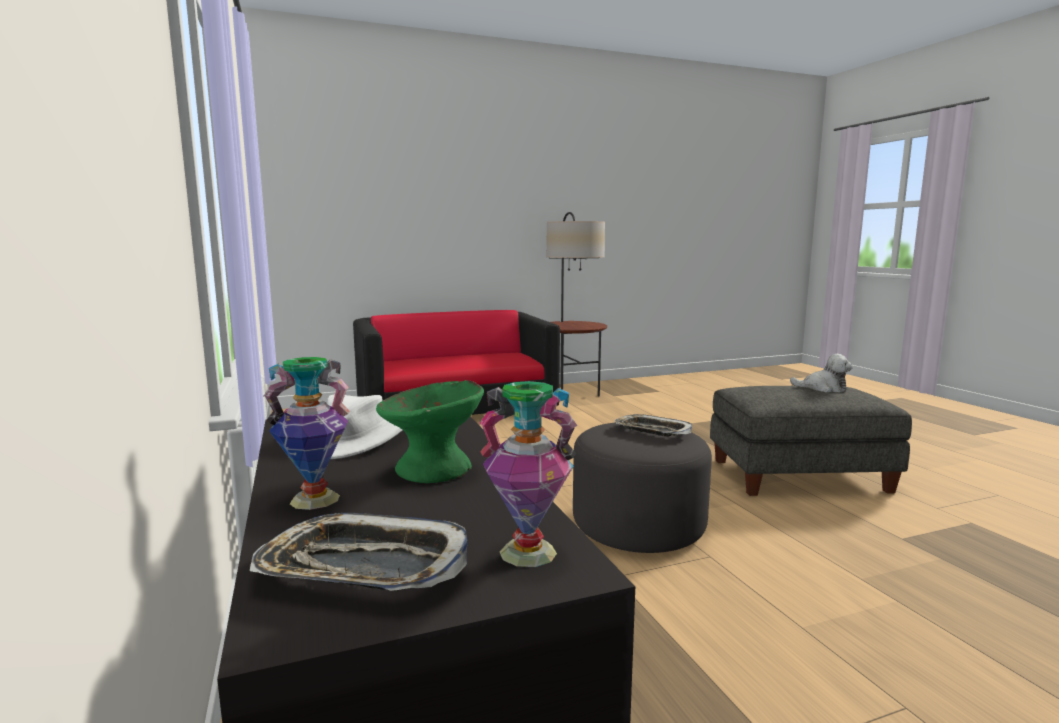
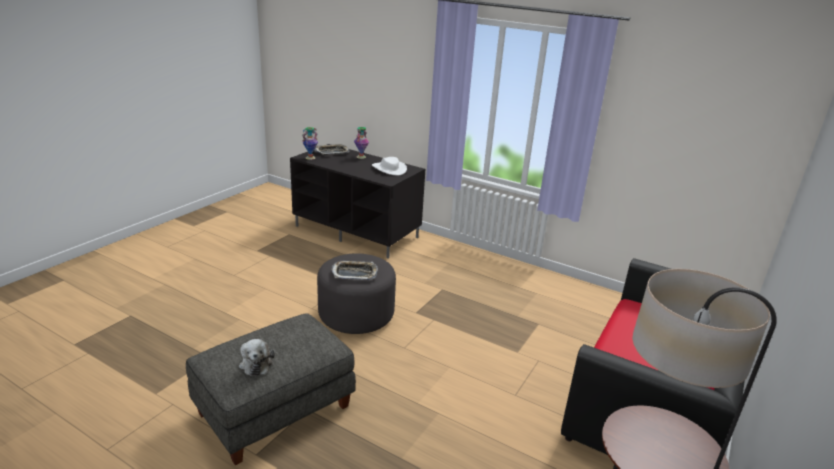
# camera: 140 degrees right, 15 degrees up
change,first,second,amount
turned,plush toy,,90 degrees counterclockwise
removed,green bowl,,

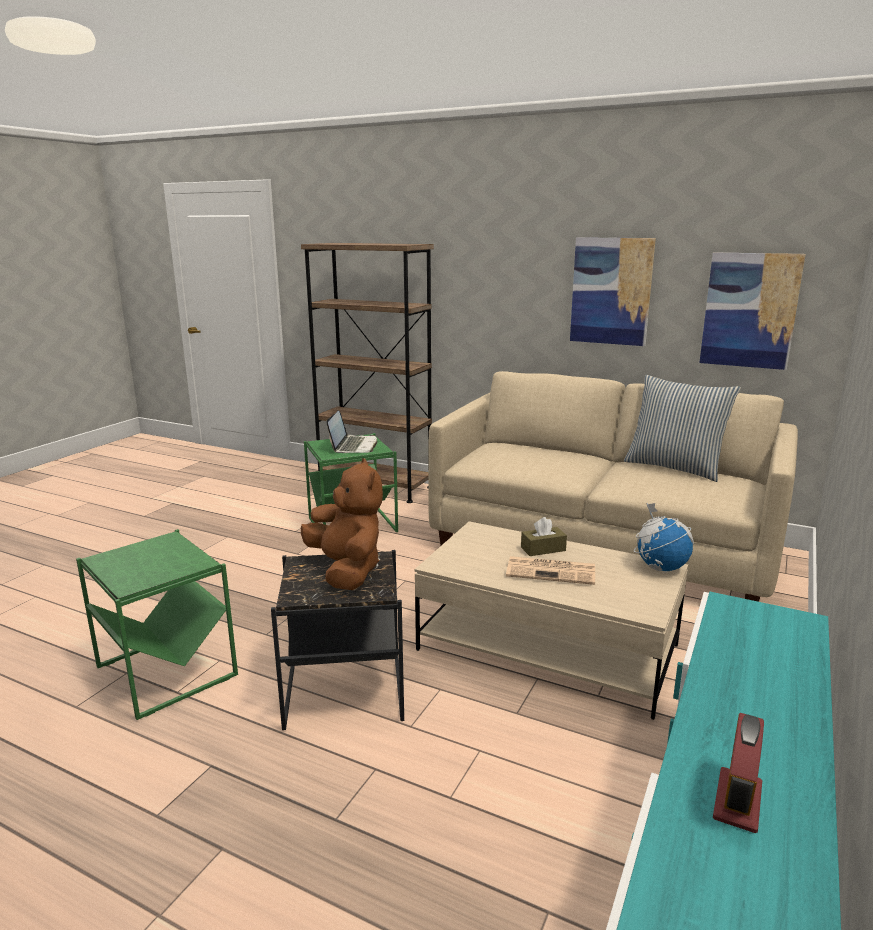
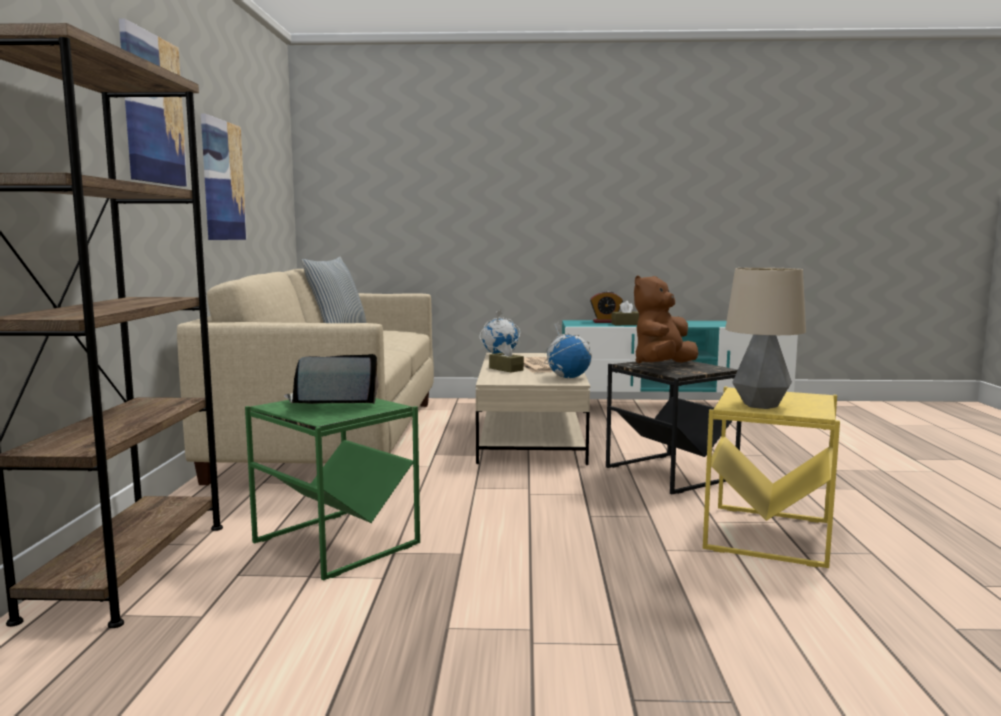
# camera: 115 degrees left, 10 degrees down
change,first,second,amount
moved,picture (2nd from left in the first image),picture (1st from left),
recoloured,green side table (1st from left),yellow side table,
moved,alarm clock,,
added,,table lamp,
added,,brown tissue box (2nd from left),
added,,globe (2nd from left),

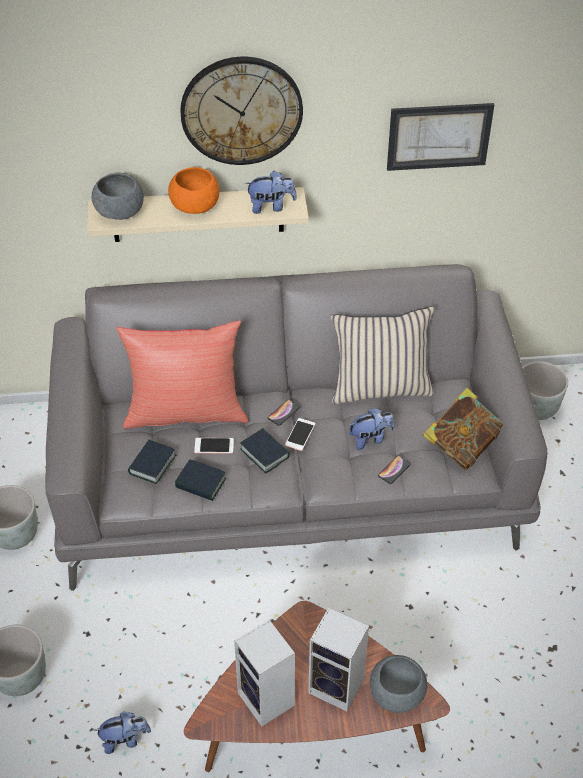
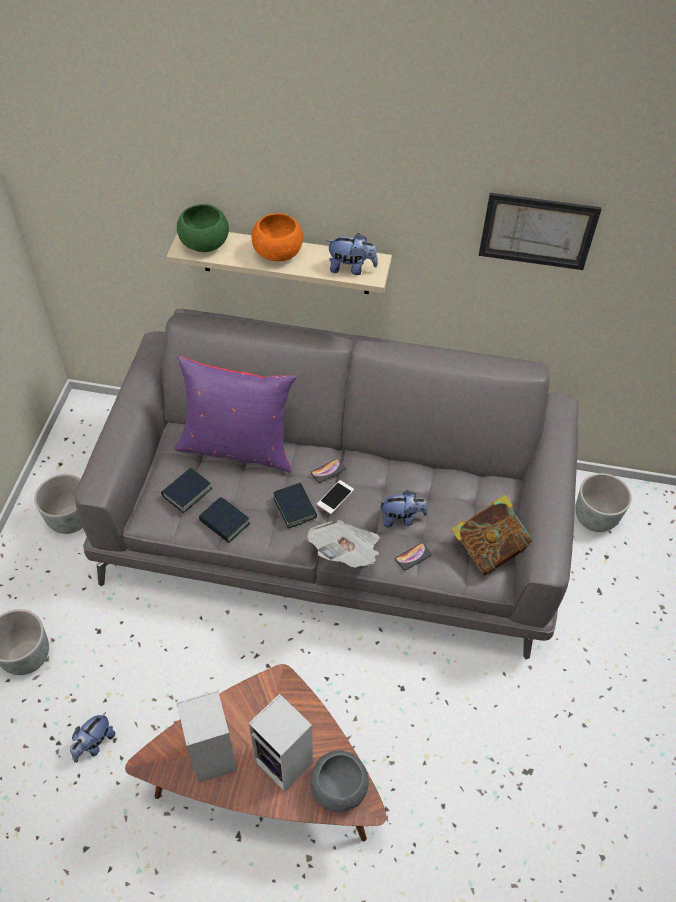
# camera: 15 degrees right, 5 degrees up
change,first,second,amount
removed,wall clock,,
recoloured,grey bowl (1st from left),green bowl,
removed,beige pillow,,
recoloured,red pillow,purple pillow,
removed,phone (1st from left),,
turned,plush toy (1st from left),,120 degrees clockwise
added,,newspaper,

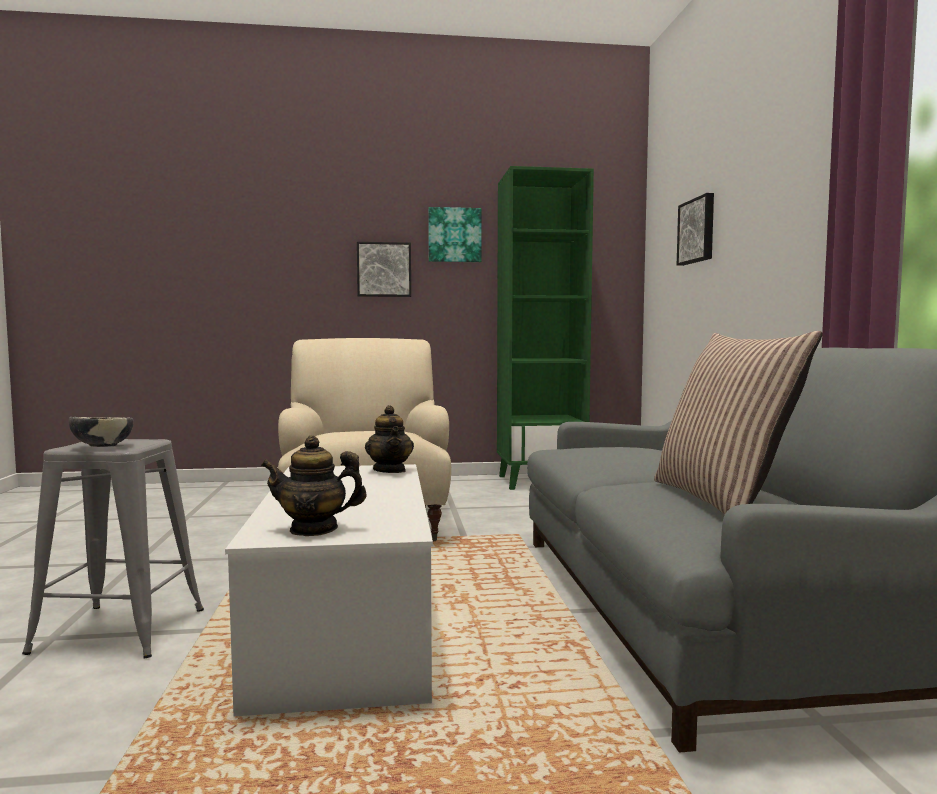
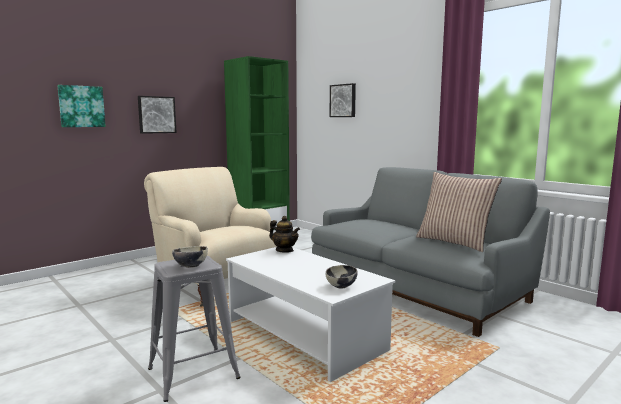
# camera: 35 degrees left, 5 degrees up
change,first,second,amount
moved,picture (2nd from left in the first image),picture (1st from left),
replaced,teapot (1st from left),bowl (2nd from left),

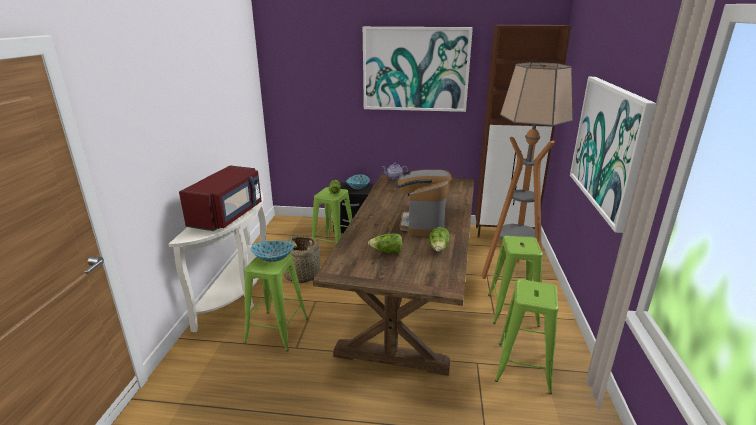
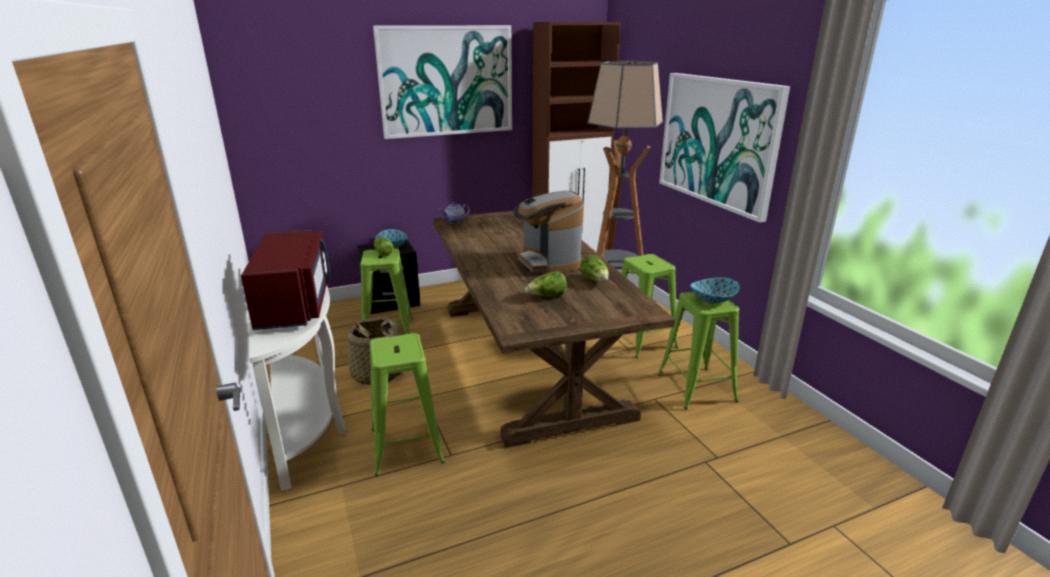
# camera: 30 degrees left, 0 degrees up
change,first,second,amount
moved,bowl (1st from left in the first image),bowl (2nd from left),

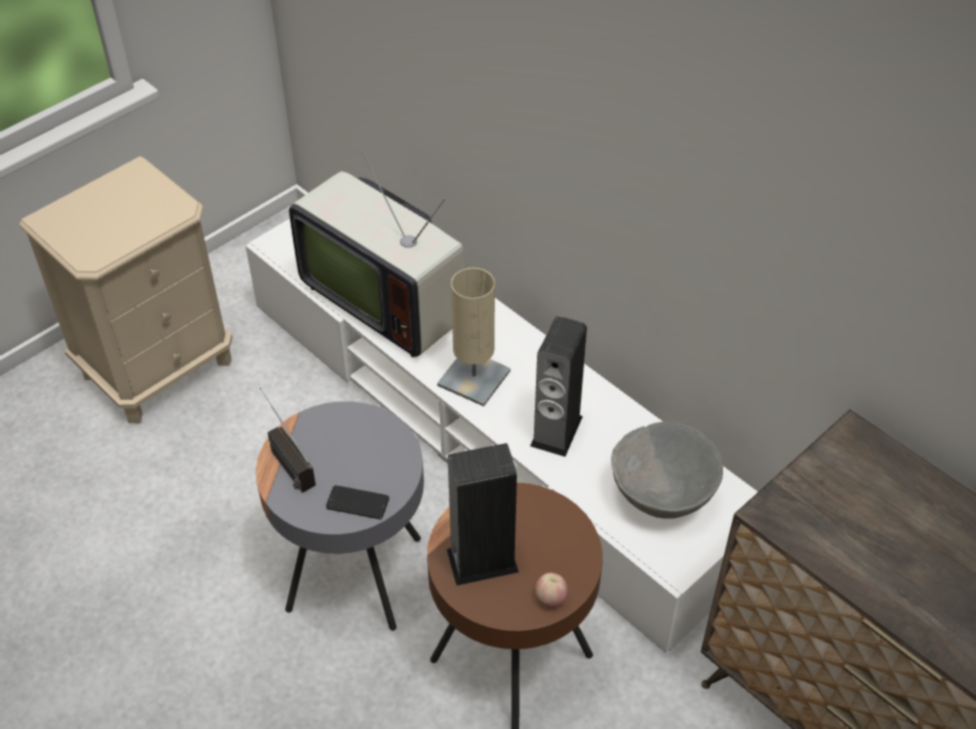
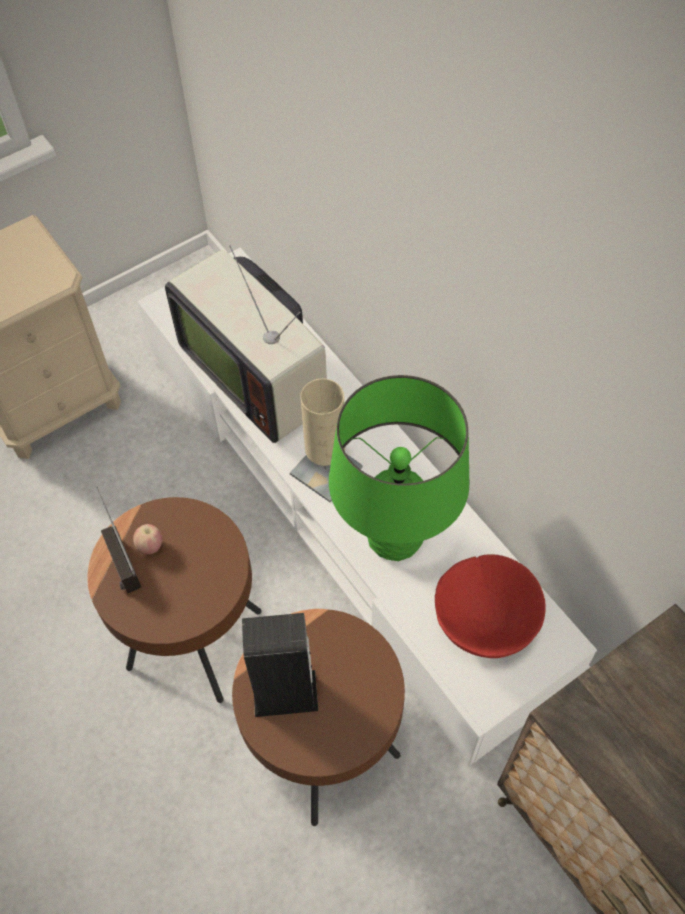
# camera: 10 degrees right, 10 degrees up
change,first,second,amount
replaced,speaker (2nd from left),green table lamp,
recoloured,grey side table,brown side table (1st from left),
recoloured,grey bowl,red bowl,
removed,phone,,
moved,apple,,

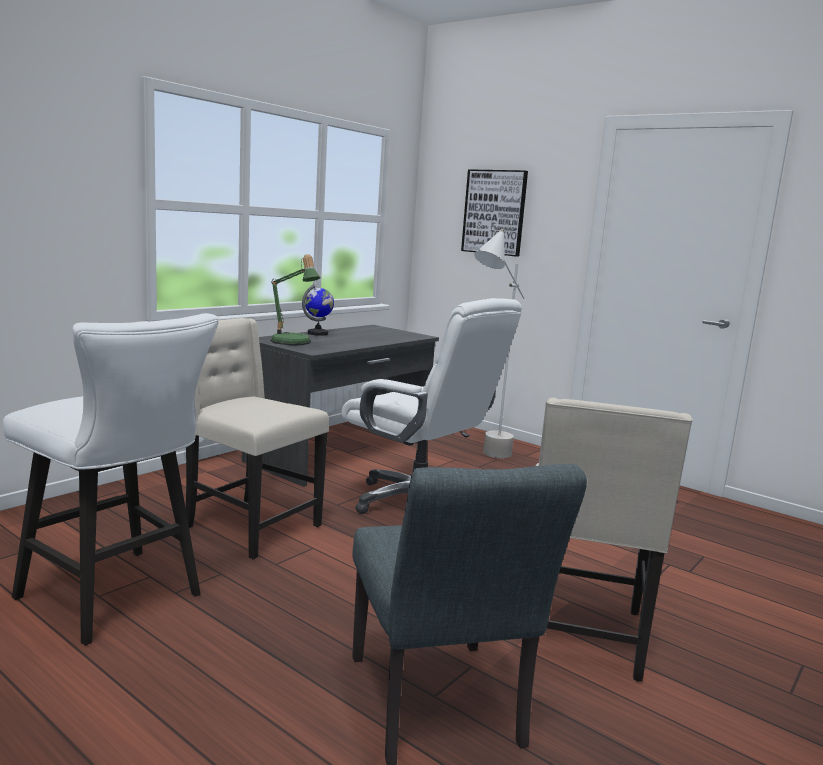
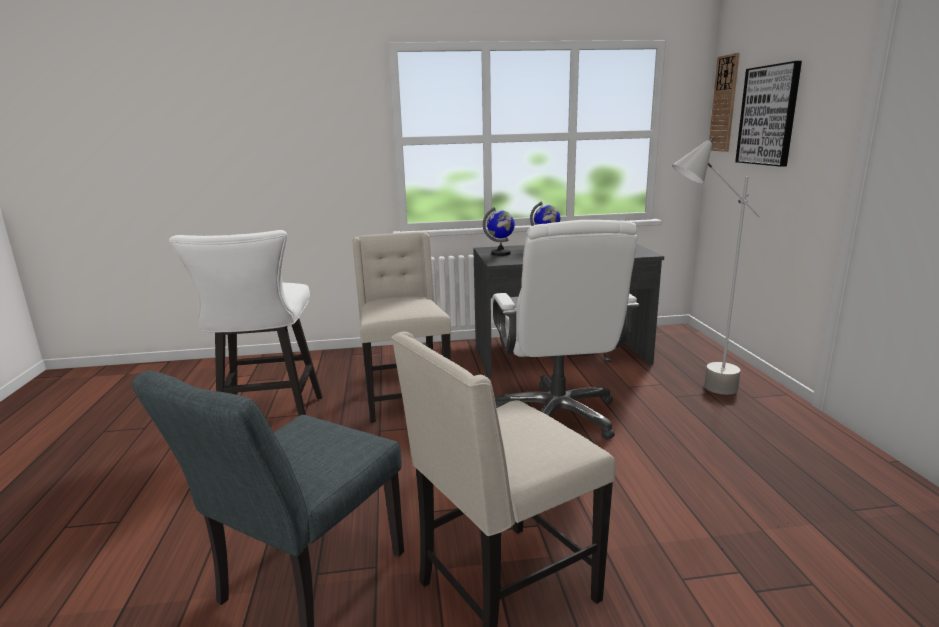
# camera: 45 degrees right, 5 degrees up
change,first,second,amount
replaced,table lamp,globe (1st from left),
added,,wall clock,

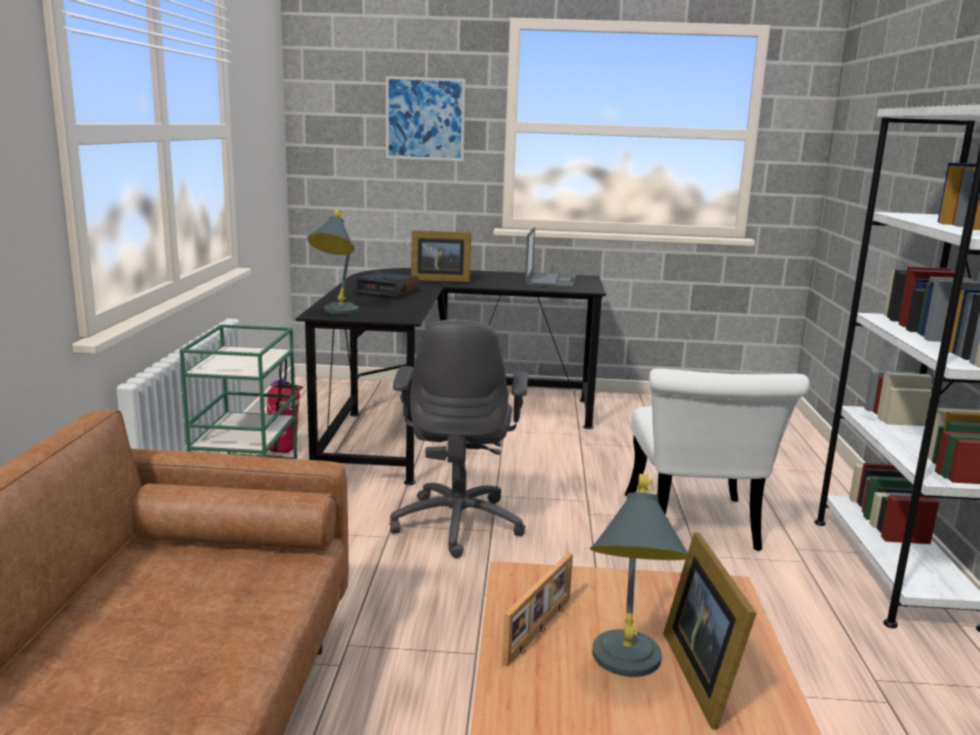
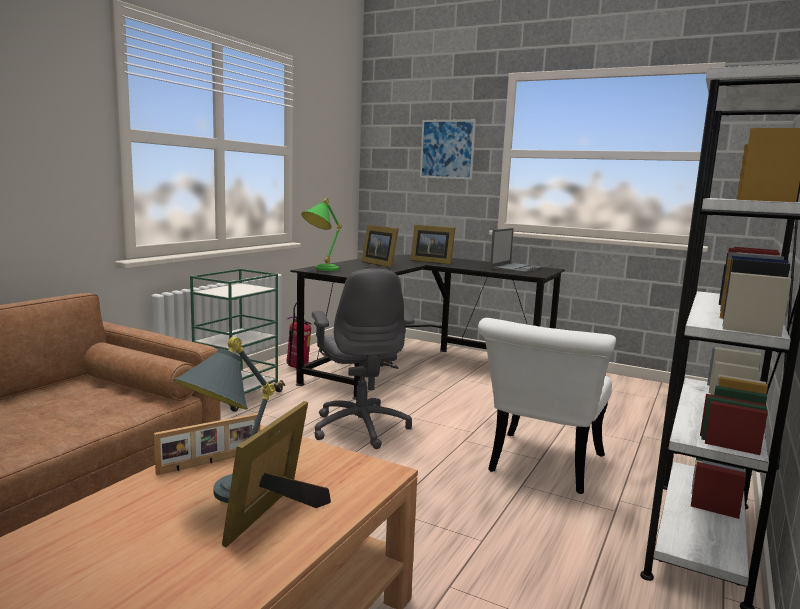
# camera: 25 degrees right, 5 degrees down
change,first,second,amount
recoloured,grey table lamp (1st from left),green table lamp,
replaced,alarm clock,picture frame (3rd from left),
turned,grey office chair,,45 degrees counterclockwise

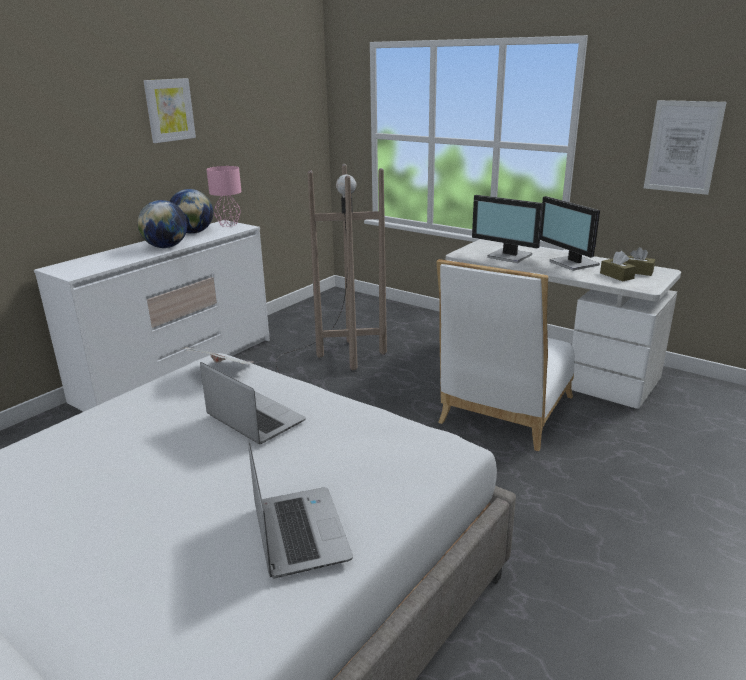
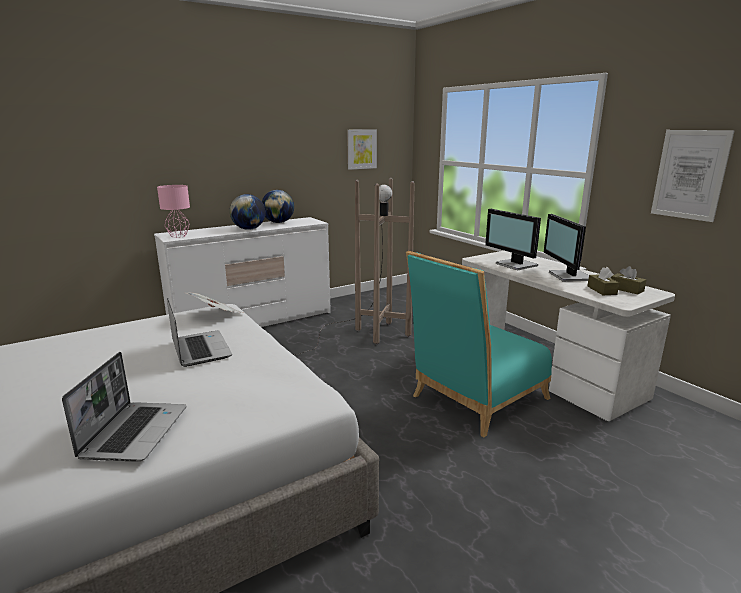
# camera: 20 degrees right, 5 degrees down
change,first,second,amount
moved,picture (1st from left),,
moved,pink table lamp,,
recoloured,white chair,turquoise chair,

